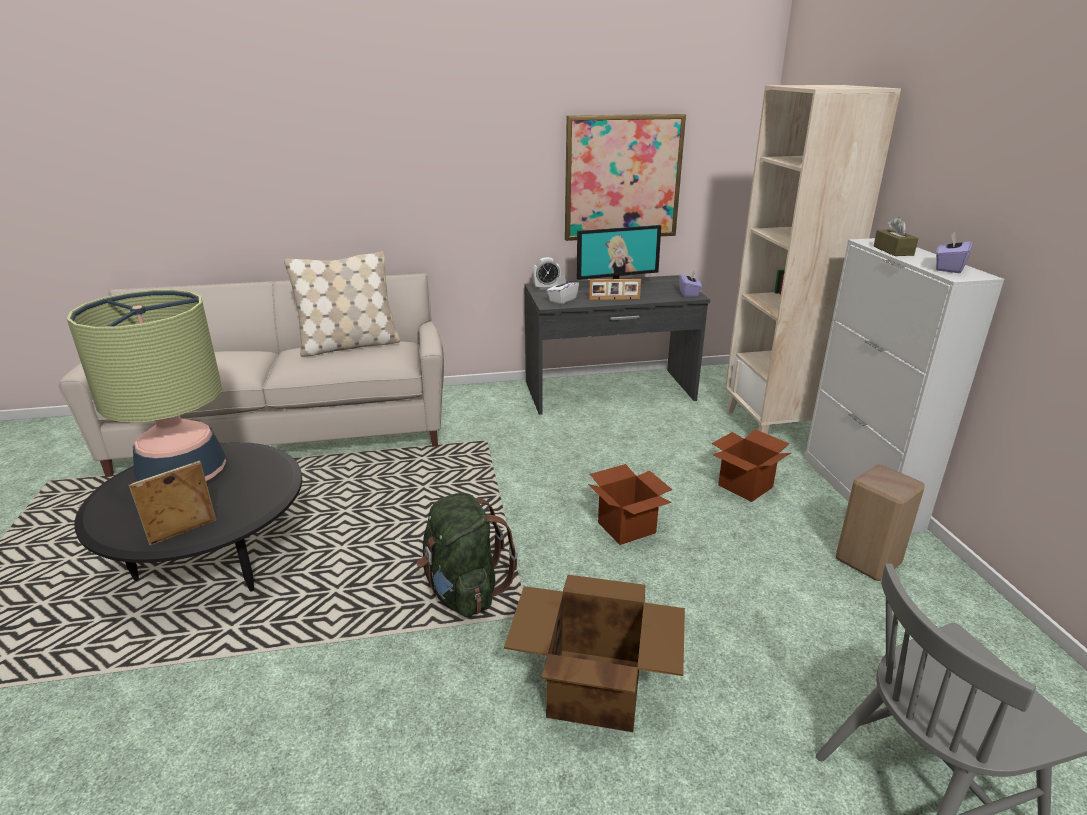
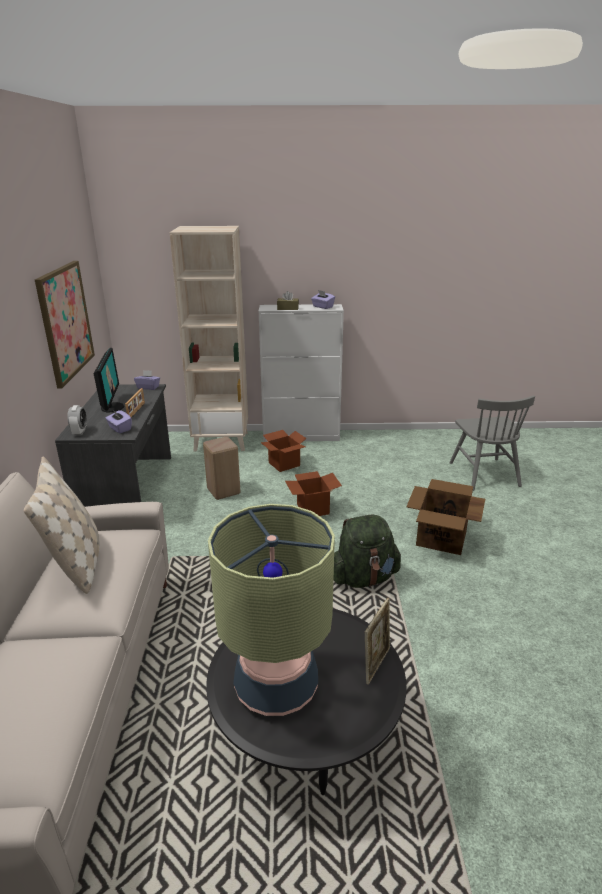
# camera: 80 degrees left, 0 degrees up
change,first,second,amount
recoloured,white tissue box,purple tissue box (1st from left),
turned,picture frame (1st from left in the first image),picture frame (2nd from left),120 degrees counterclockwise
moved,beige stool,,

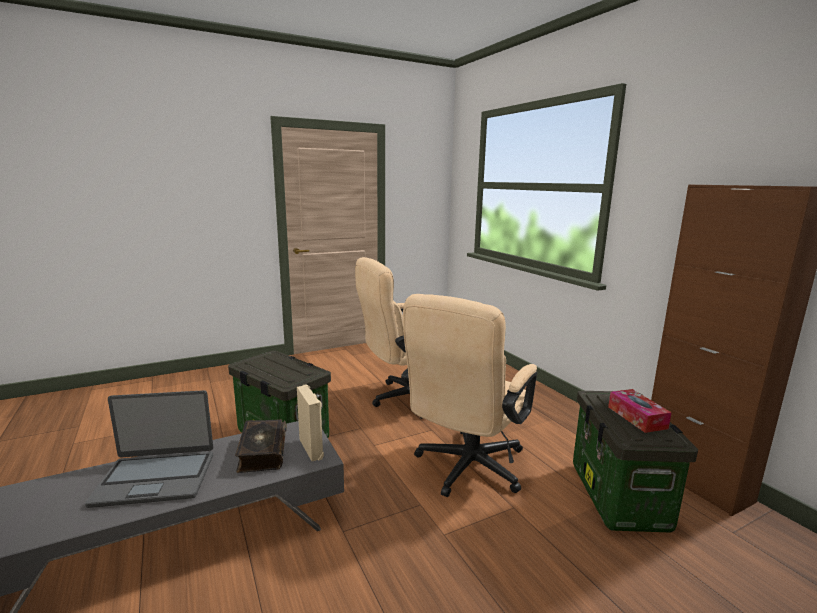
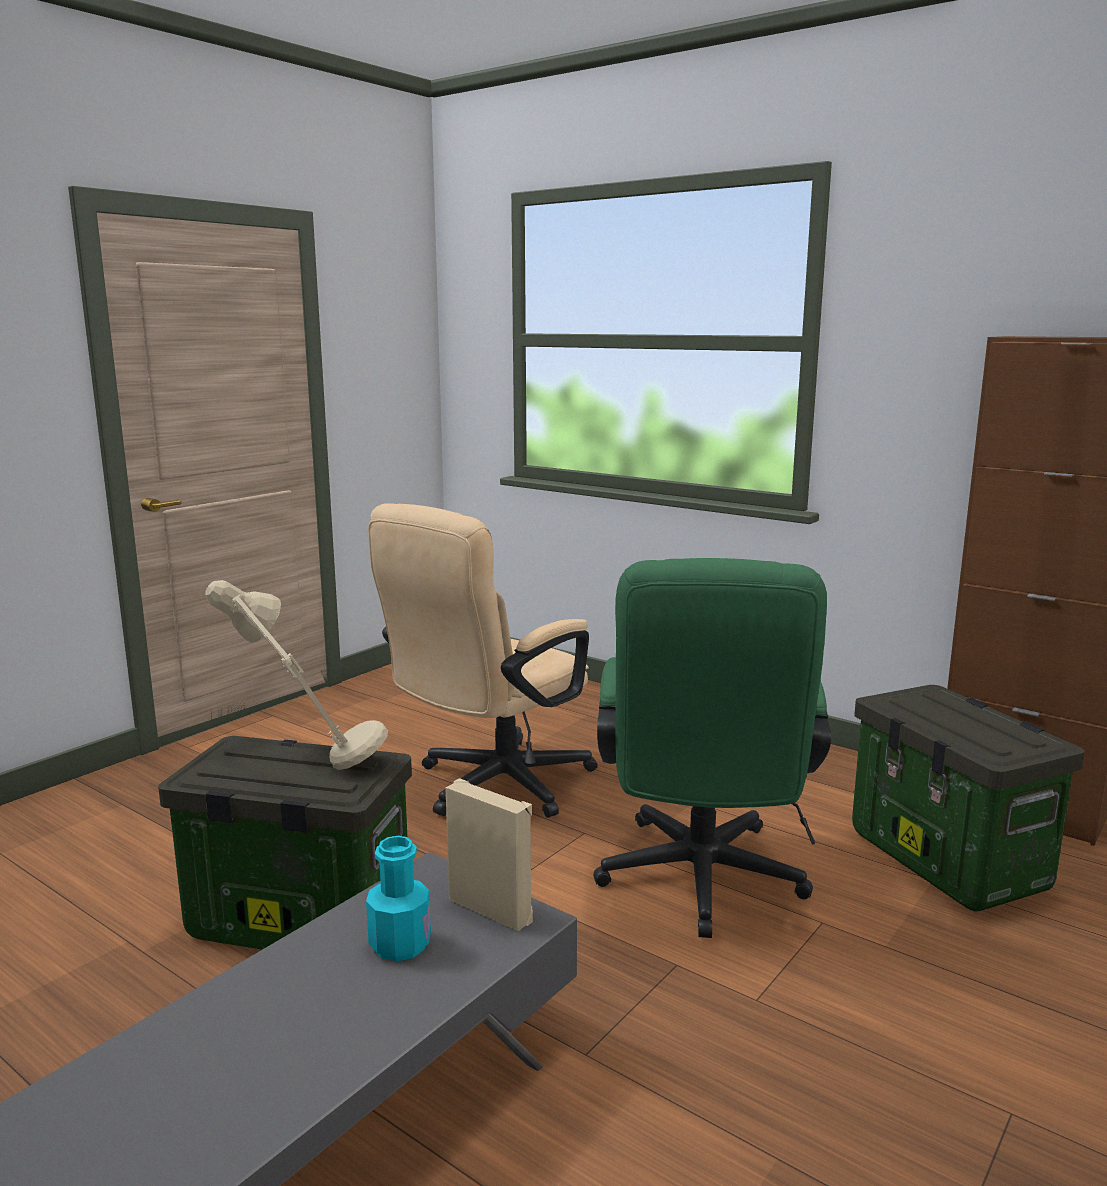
# camera: 25 degrees left, 0 degrees up
change,first,second,amount
recoloured,beige office chair (2nd from left),green office chair,
removed,tissue box,,
removed,laptop,,
replaced,book,turquoise bottle,
added,,beige table lamp,

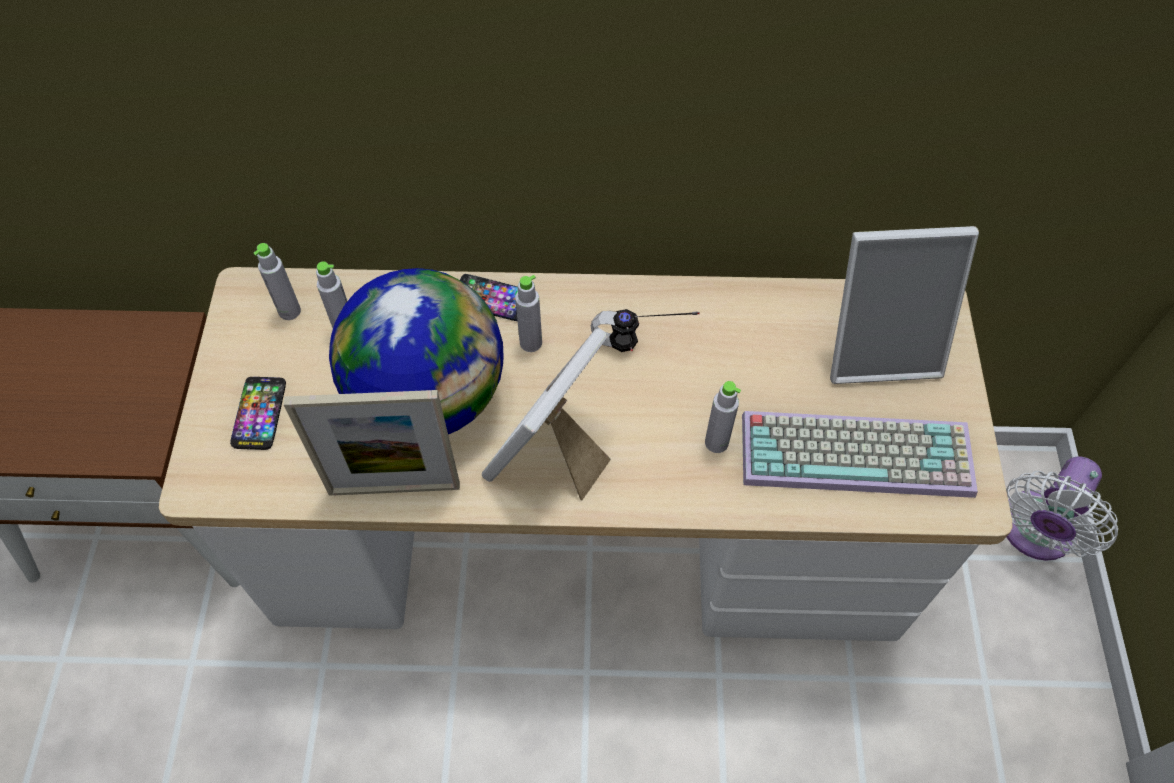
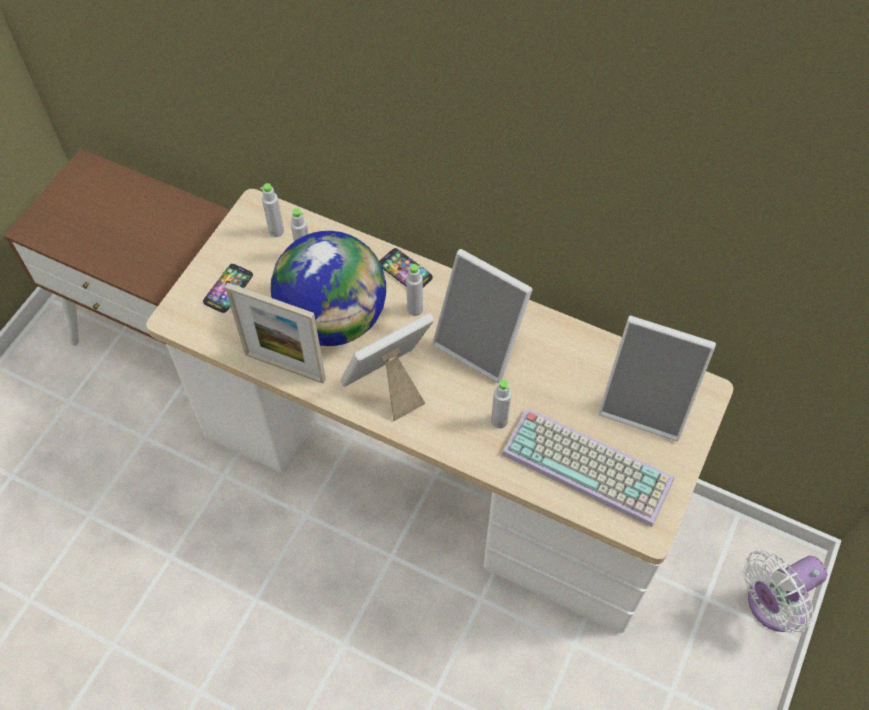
# camera: 25 degrees right, 0 degrees up
change,first,second,amount
replaced,headphones,picture frame (3rd from left),

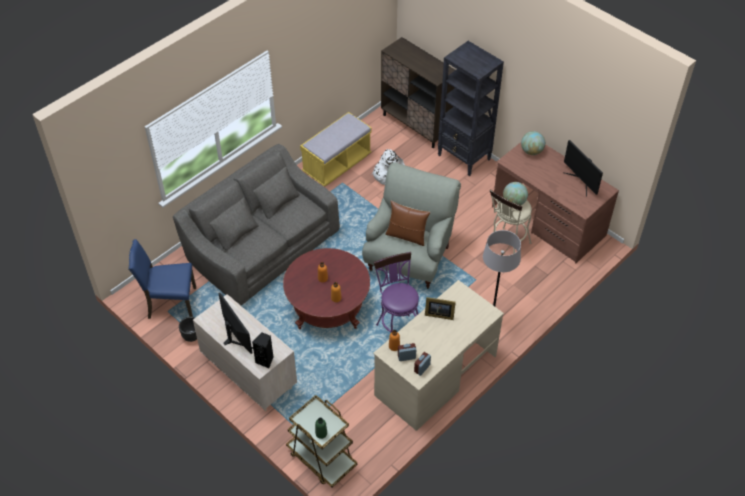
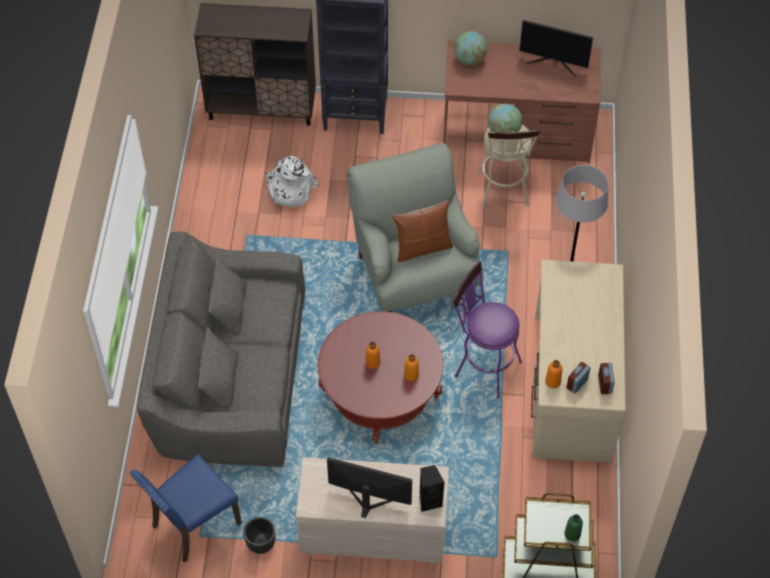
# camera: 40 degrees left, 5 degrees up
change,first,second,amount
removed,yellow bench,,
removed,picture frame,,

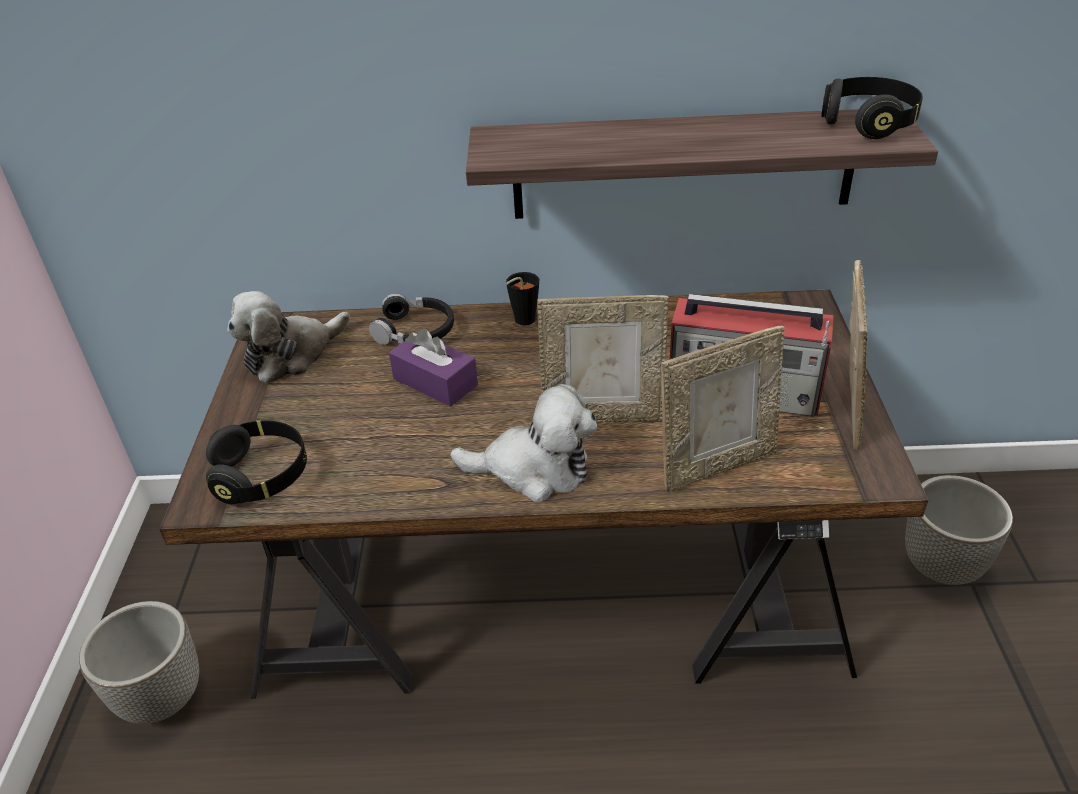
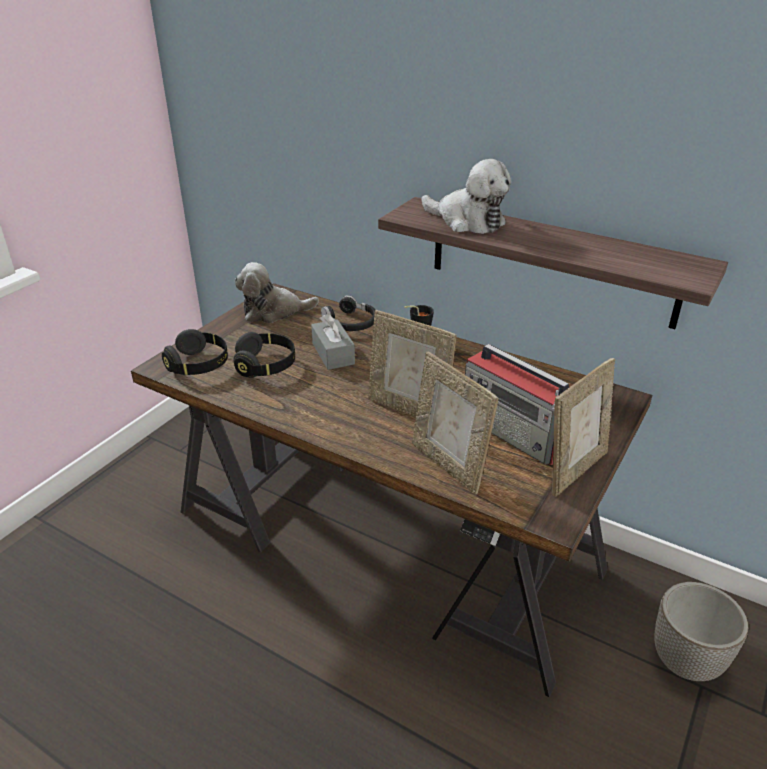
# camera: 30 degrees right, 5 degrees down
change,first,second,amount
moved,black headphones (3rd from left in the first image),black headphones (2nd from left),
turned,picture frame (2nd from left),,45 degrees clockwise
recoloured,purple tissue box,grey tissue box,
moved,plush toy (2nd from left),,
removed,planter (1st from left),,

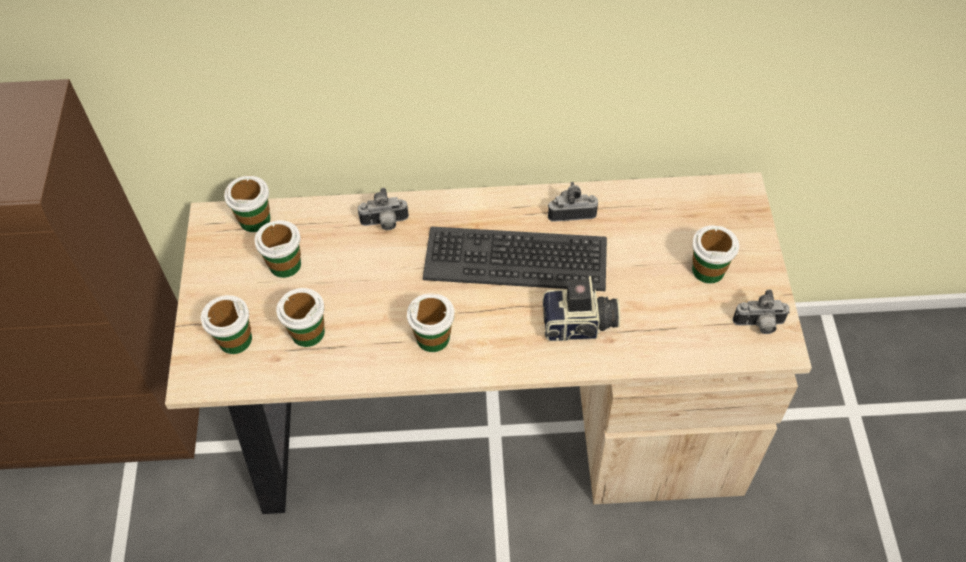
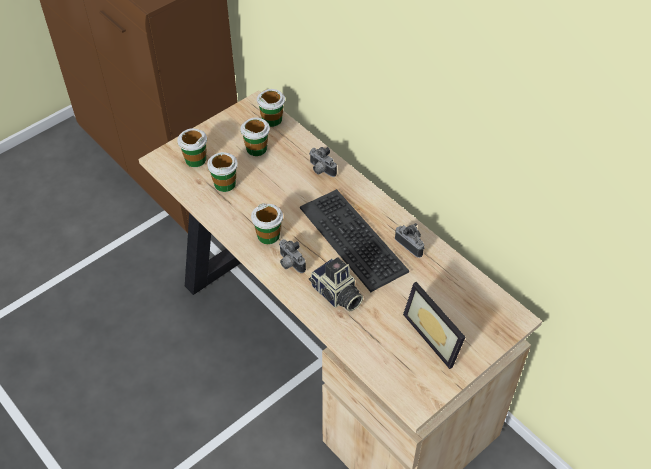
# camera: 50 degrees right, 5 degrees down
change,first,second,amount
replaced,cup (6th from left),picture frame,
moved,photo camera (4th from left in the first image),photo camera (1st from left),

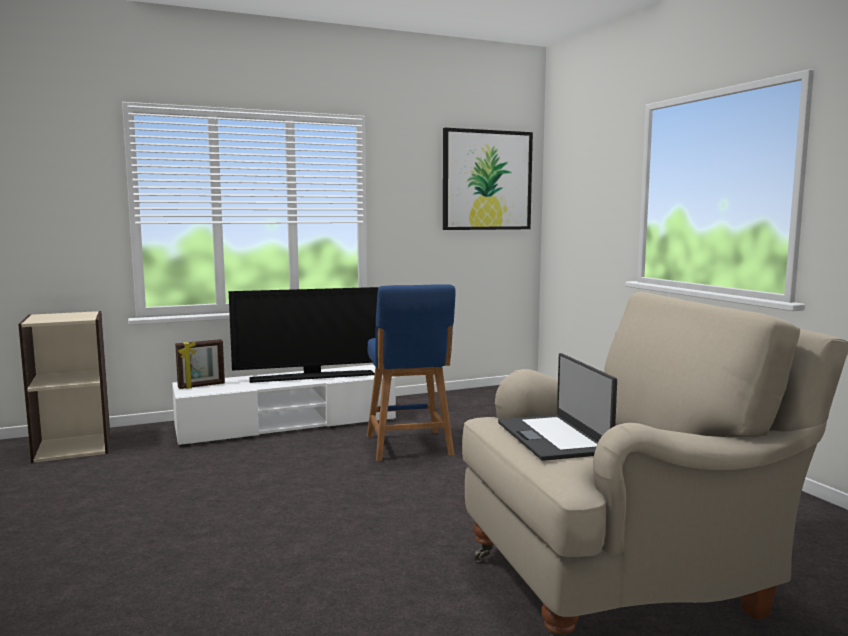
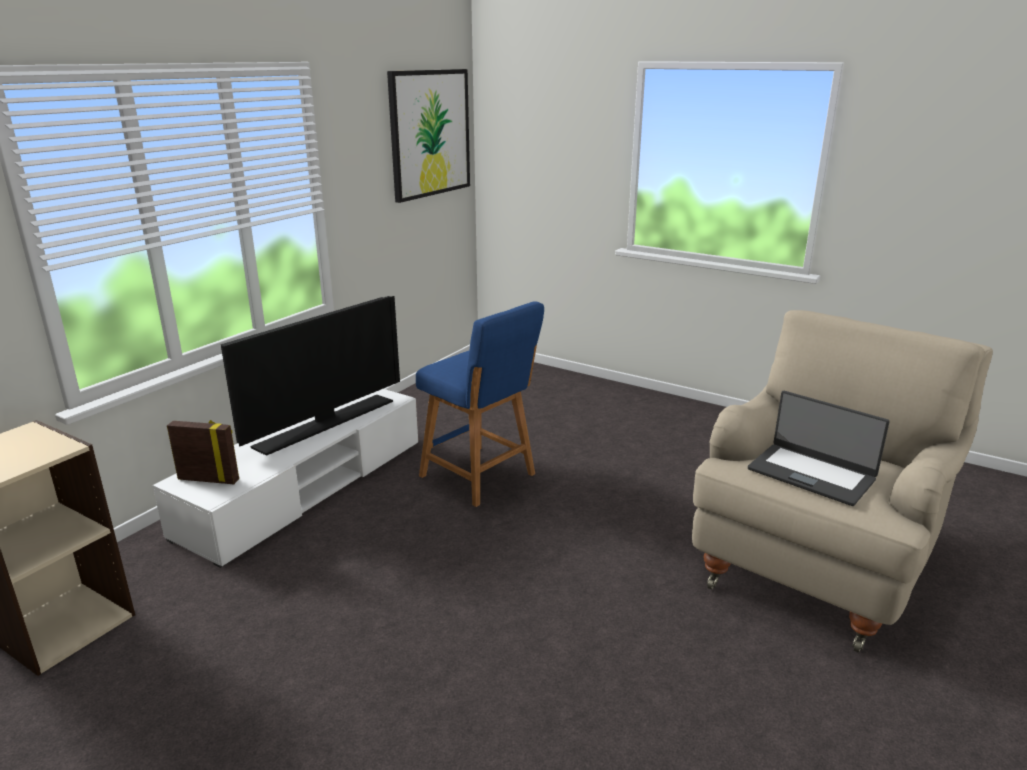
# camera: 35 degrees left, 15 degrees up
change,first,second,amount
turned,picture frame,,105 degrees counterclockwise

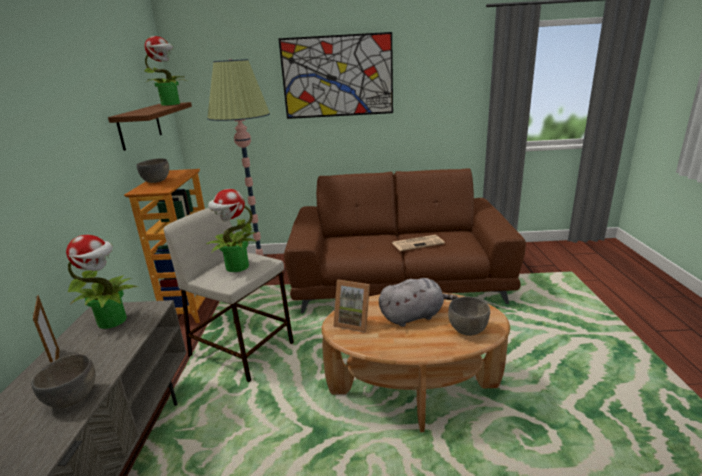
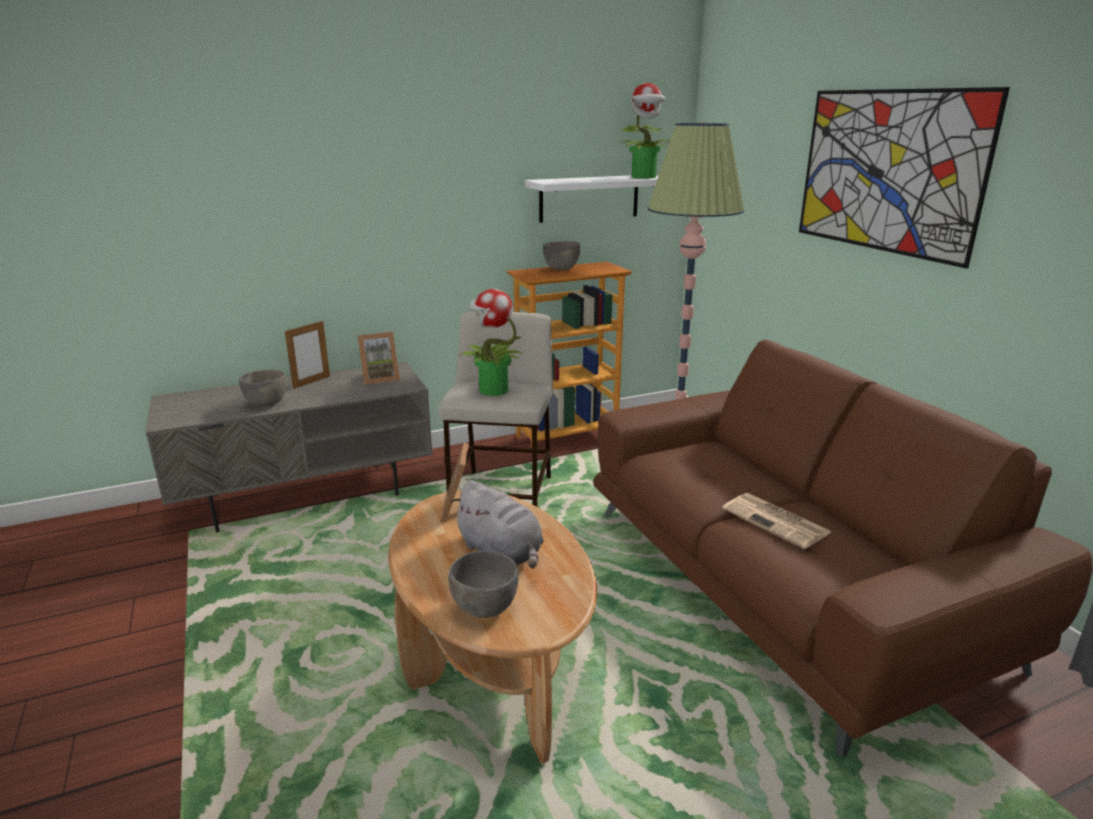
# camera: 65 degrees right, 0 degrees up
change,first,second,amount
recoloured,brown shelf,white shelf,
replaced,potted plant (1st from left),picture frame (2nd from left),

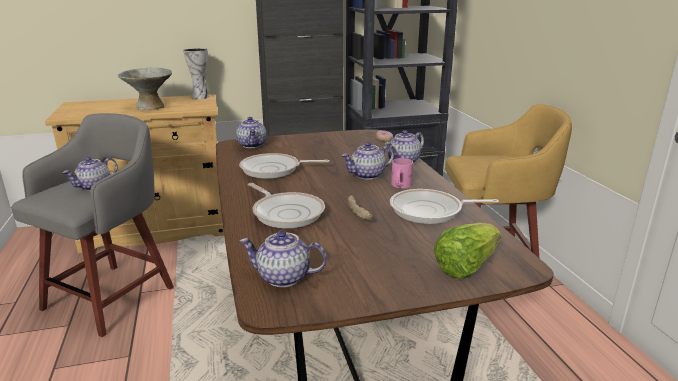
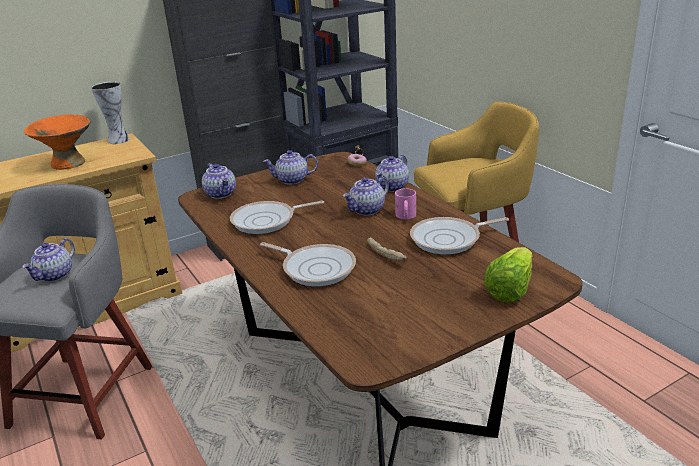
# camera: 15 degrees left, 5 degrees up
change,first,second,amount
recoloured,grey bowl,orange bowl,
moved,teapot (3rd from left),,

